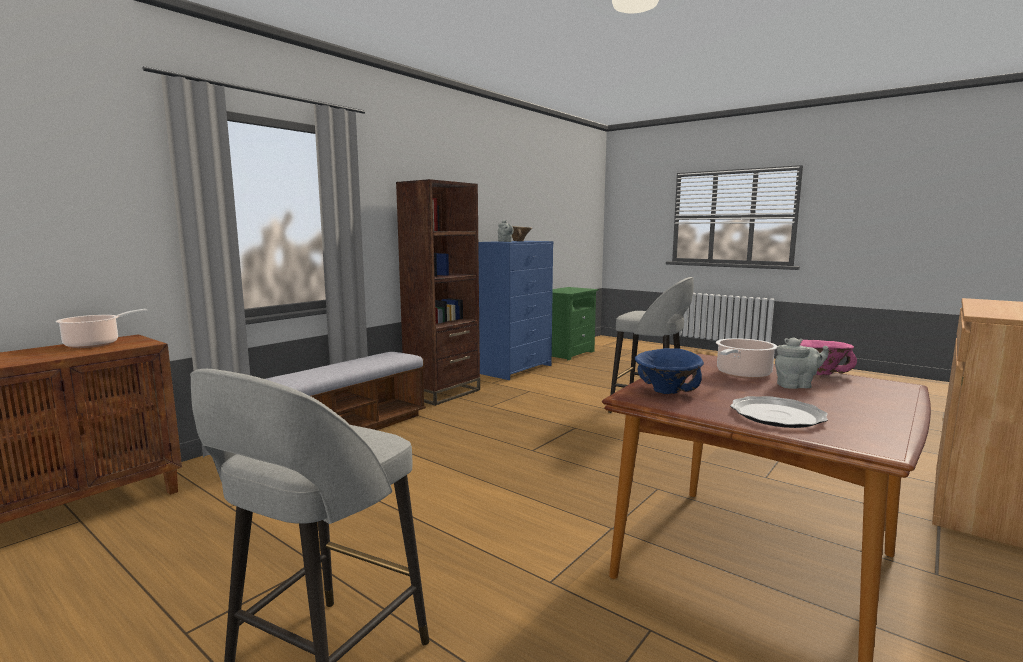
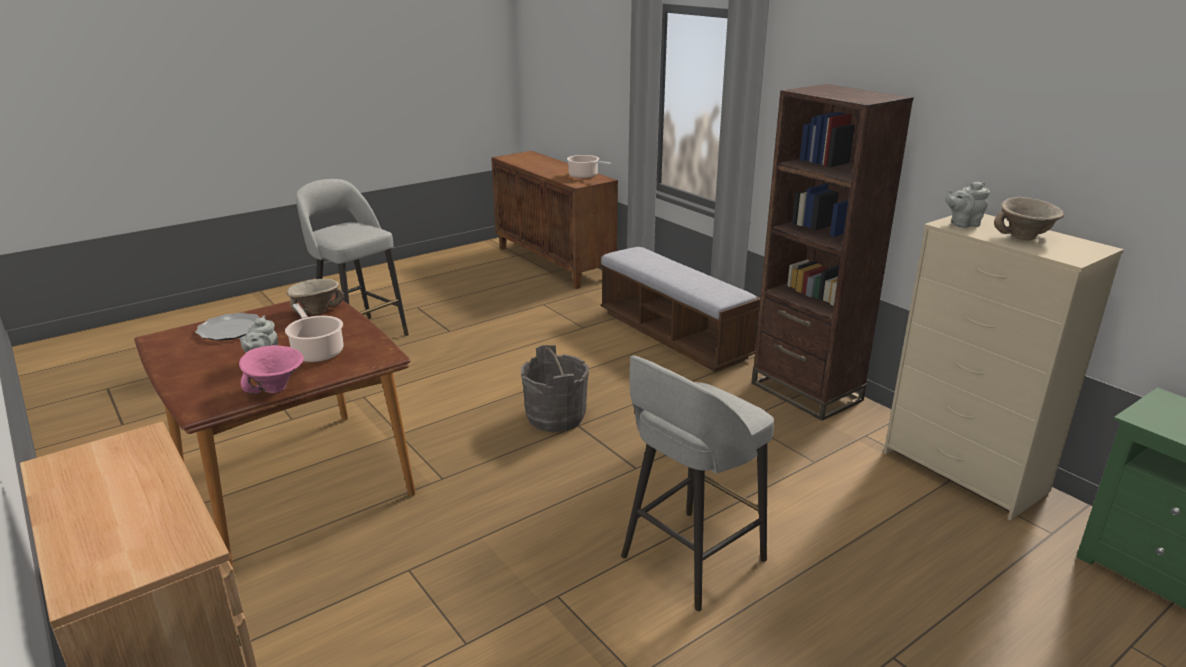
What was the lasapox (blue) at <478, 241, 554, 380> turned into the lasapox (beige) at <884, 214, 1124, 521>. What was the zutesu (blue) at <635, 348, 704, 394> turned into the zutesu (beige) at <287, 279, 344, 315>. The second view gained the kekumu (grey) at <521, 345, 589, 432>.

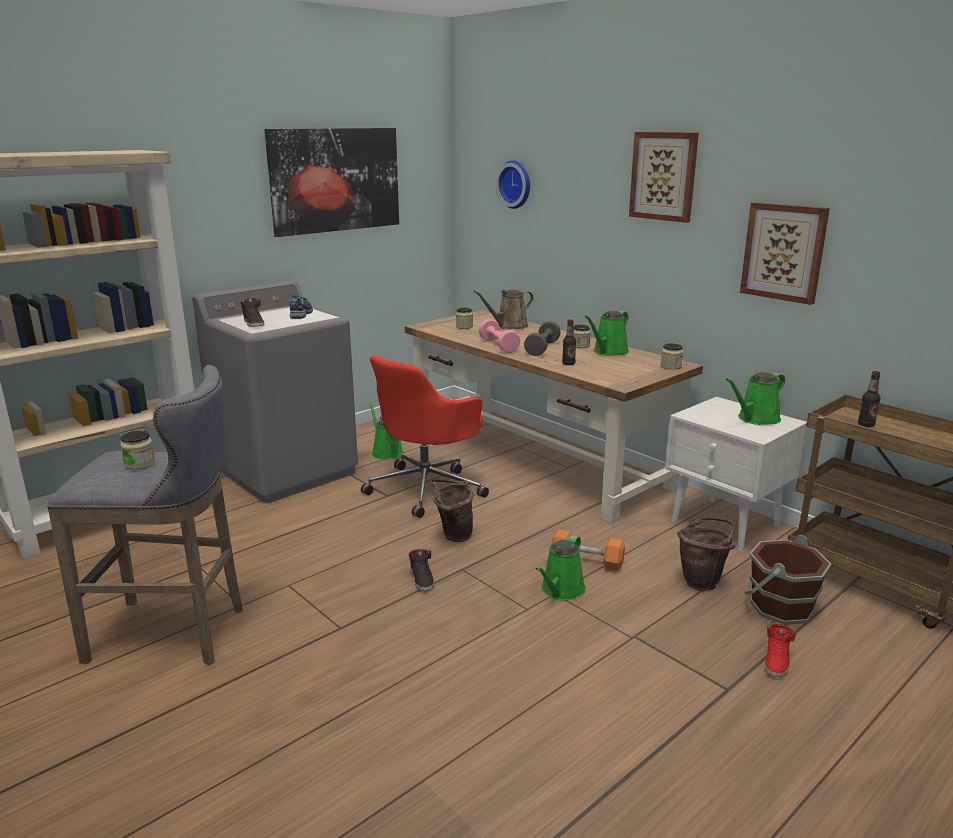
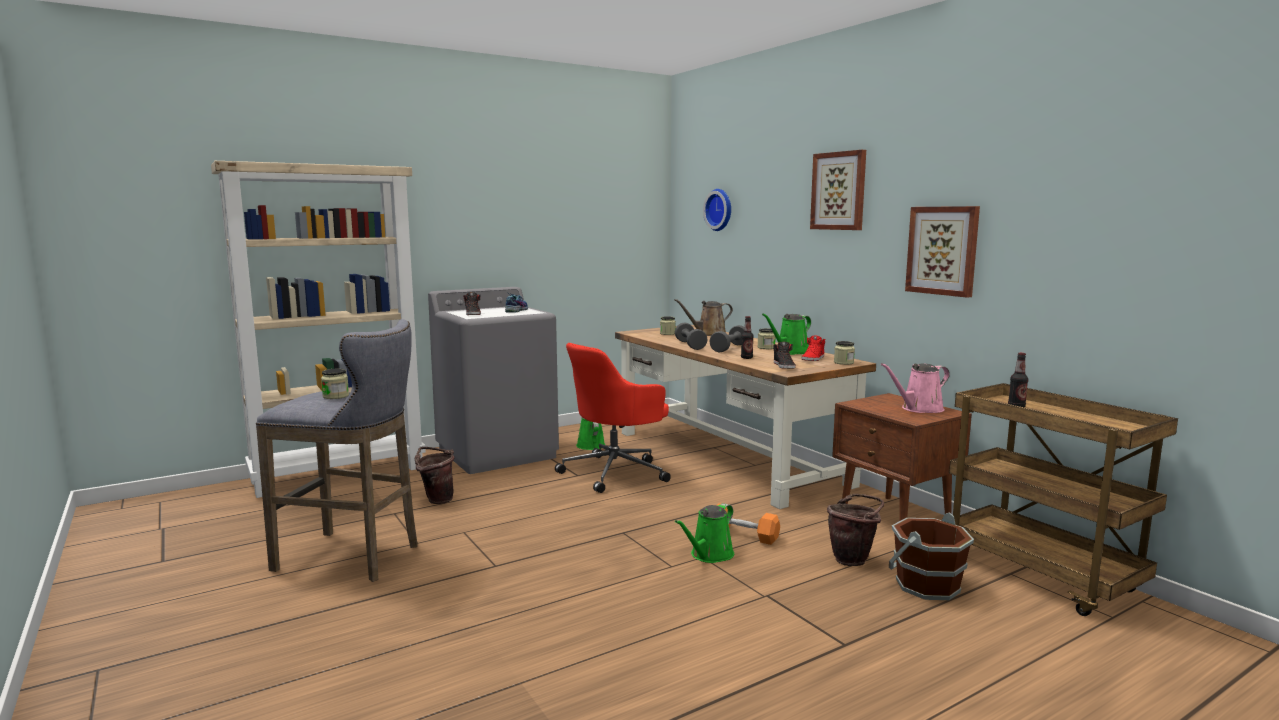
The second view lost the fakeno at <264, 128, 399, 237>. The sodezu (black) ended up elsewhere, having gone from <409, 549, 434, 591> to <773, 342, 796, 369>. The kekumu (brown) ended up elsewhere, having gone from <430, 479, 473, 542> to <415, 447, 455, 504>. What was the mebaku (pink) at <479, 319, 520, 353> turned into the mebaku (grey) at <675, 322, 708, 350>. What was the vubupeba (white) at <665, 397, 807, 551> turned into the vubupeba (brown) at <832, 393, 972, 521>. What was the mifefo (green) at <726, 372, 785, 425> turned into the mifefo (pink) at <881, 363, 950, 413>. The sodezu (red) ended up elsewhere, having gone from <764, 624, 796, 677> to <801, 335, 825, 361>.

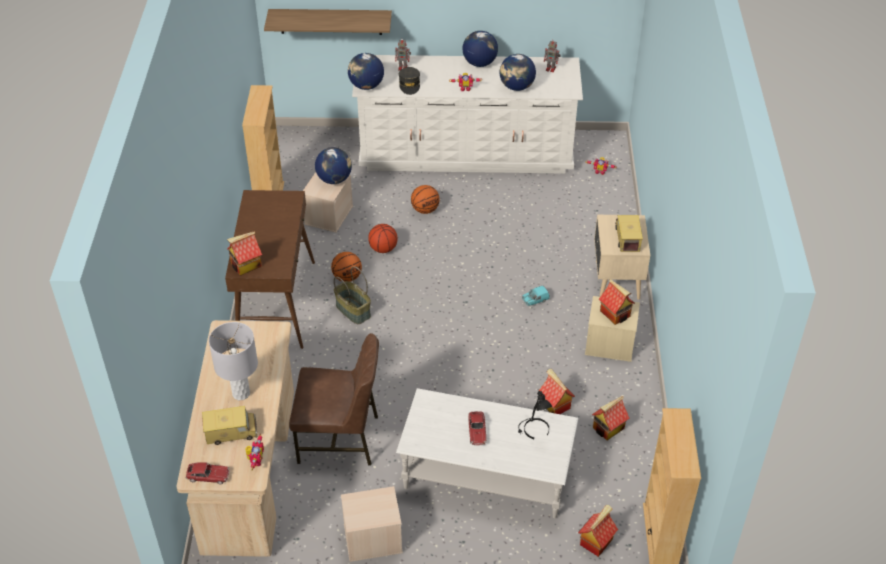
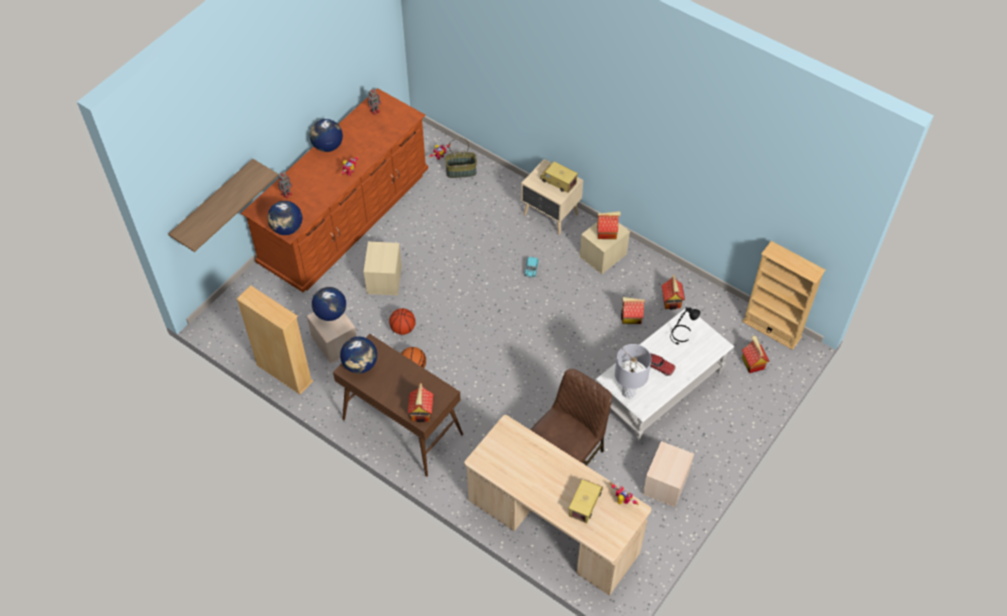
The second view lost the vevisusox at <186, 462, 230, 485>. The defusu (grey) ended up elsewhere, having gone from <209, 322, 258, 400> to <615, 344, 651, 398>. The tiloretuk ended up elsewhere, having gone from <334, 266, 371, 324> to <445, 138, 477, 178>. What was the lasapox (white) at <352, 55, 583, 174> turned into the lasapox (brown) at <241, 88, 428, 292>. The second view lost the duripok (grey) at <399, 67, 420, 95>. Where the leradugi stood at <411, 185, 440, 214>, the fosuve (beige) came to stand at <364, 242, 402, 295>. The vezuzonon ended up elsewhere, having gone from <500, 54, 536, 91> to <340, 337, 377, 374>.

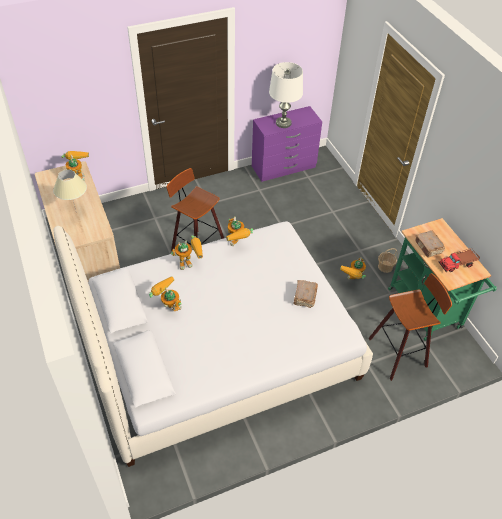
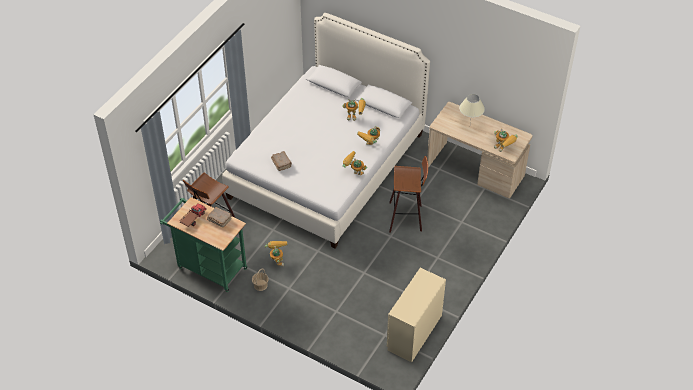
What was the lasapox (purple) at <252, 106, 322, 182> turned into the lasapox (beige) at <387, 268, 446, 362>. The second view lost the defusu (white) at <269, 62, 303, 128>.

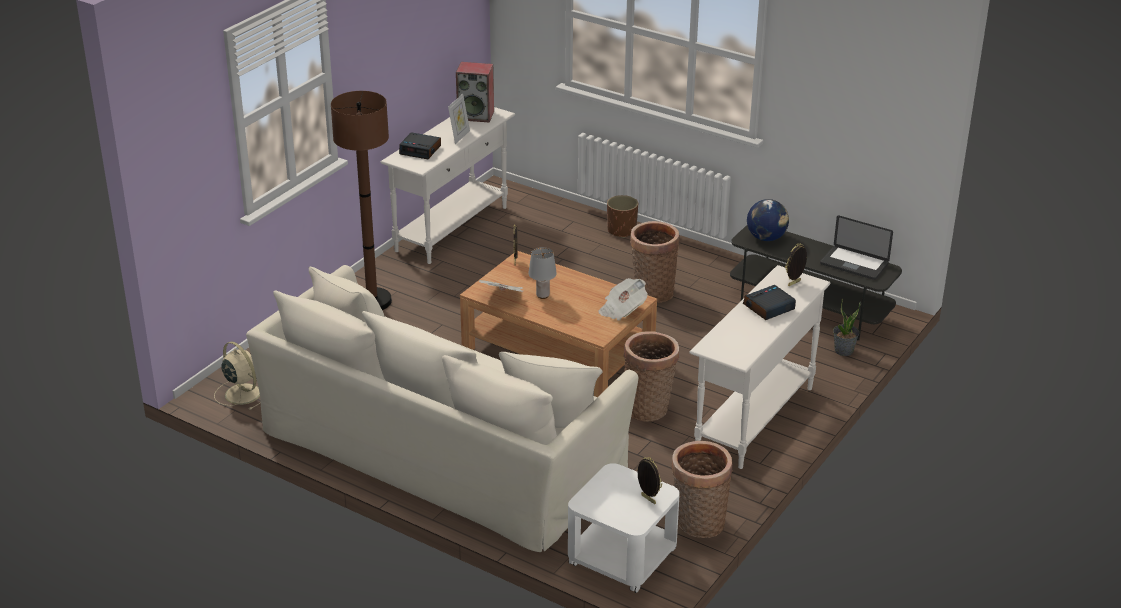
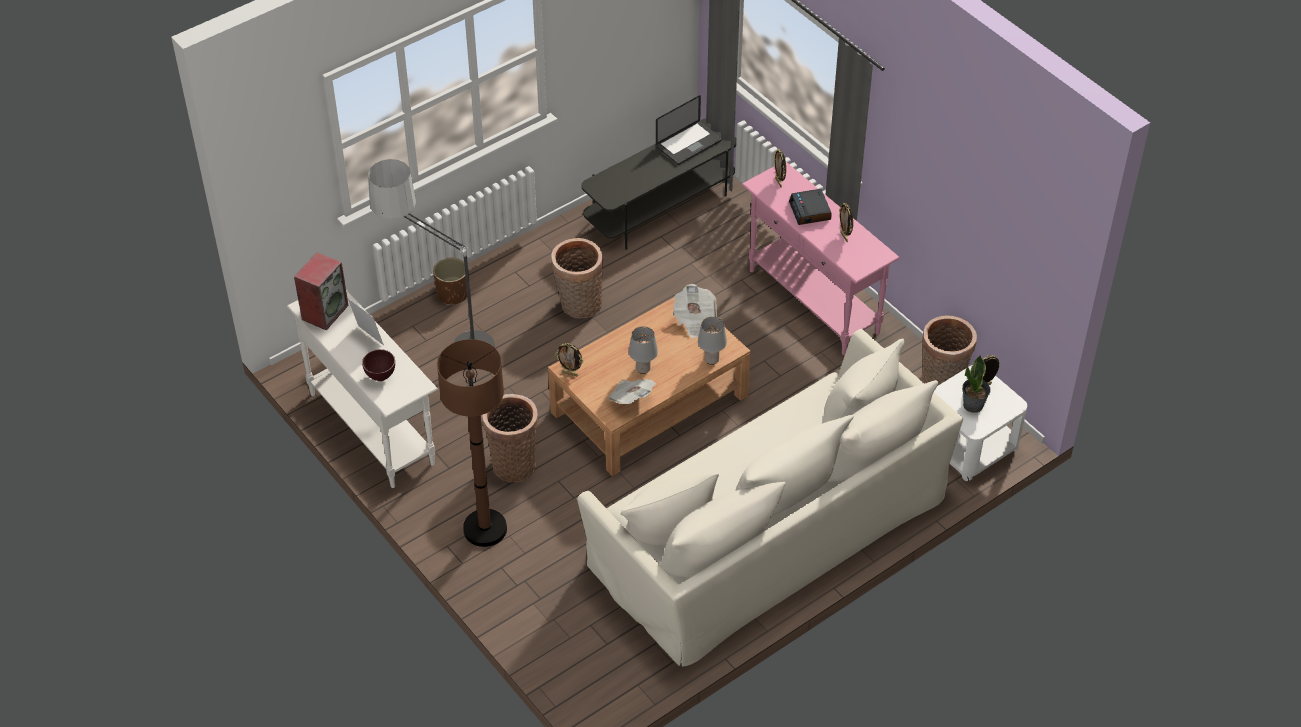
The second view lost the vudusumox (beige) at <214, 341, 261, 410>. Where the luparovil stood at <399, 132, 441, 159>, the zutesu (brown) came to stand at <362, 349, 395, 381>. The tiloretuk ended up elsewhere, having gone from <623, 331, 679, 422> to <483, 394, 538, 483>. What was the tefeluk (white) at <689, 265, 831, 469> turned into the tefeluk (pink) at <742, 162, 900, 355>. The second view lost the vezuzonon at <747, 199, 789, 241>. The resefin ended up elsewhere, having gone from <833, 299, 860, 356> to <962, 355, 991, 413>. The second view gained the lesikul at <368, 159, 495, 347>. The second view gained the defusu (grey) at <698, 317, 727, 365>. The second view gained the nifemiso at <839, 203, 853, 242>.

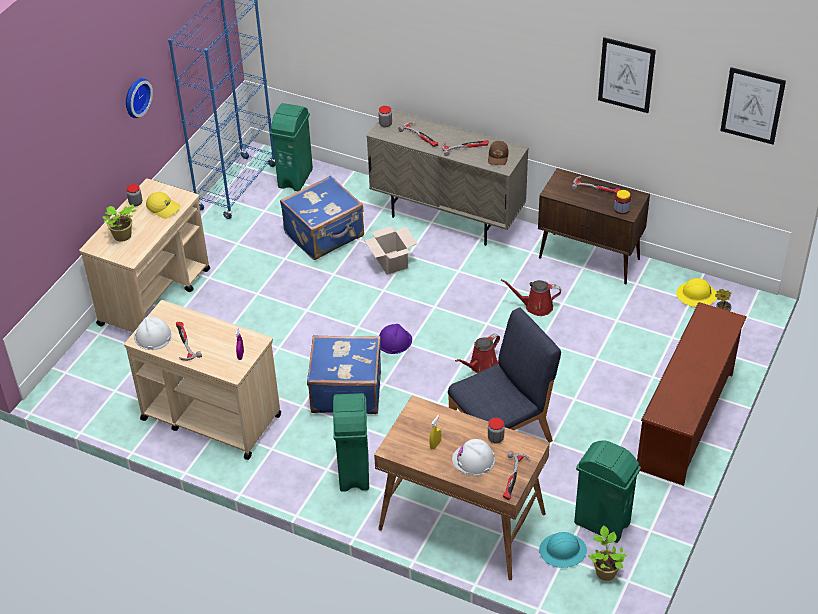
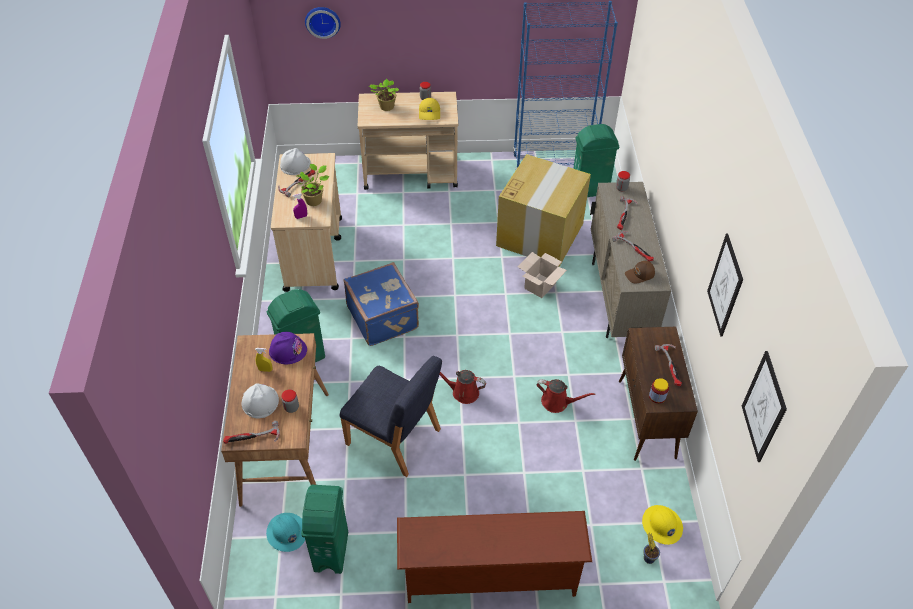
The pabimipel ended up elsewhere, having gone from <126, 78, 153, 118> to <305, 7, 341, 39>. Where the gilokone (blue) stood at <280, 175, 364, 260>, the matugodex came to stand at <496, 154, 591, 267>. The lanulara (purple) ended up elsewhere, having gone from <379, 324, 412, 354> to <269, 332, 307, 364>. The mifefo (red) at <501, 279, 561, 316> ended up facing another way, 135 degrees clockwise from before. The resefin ended up elsewhere, having gone from <588, 525, 627, 581> to <297, 164, 330, 206>.

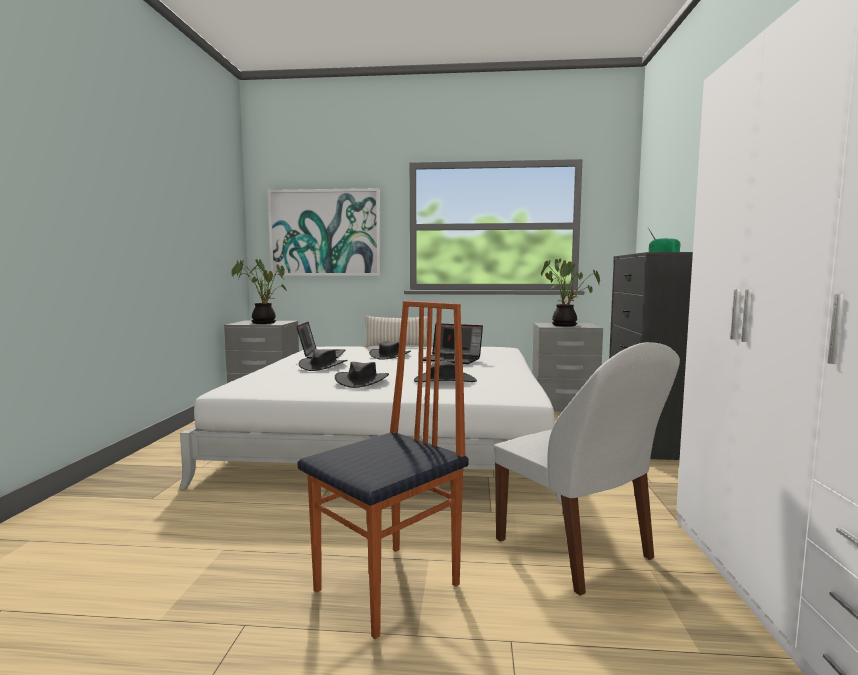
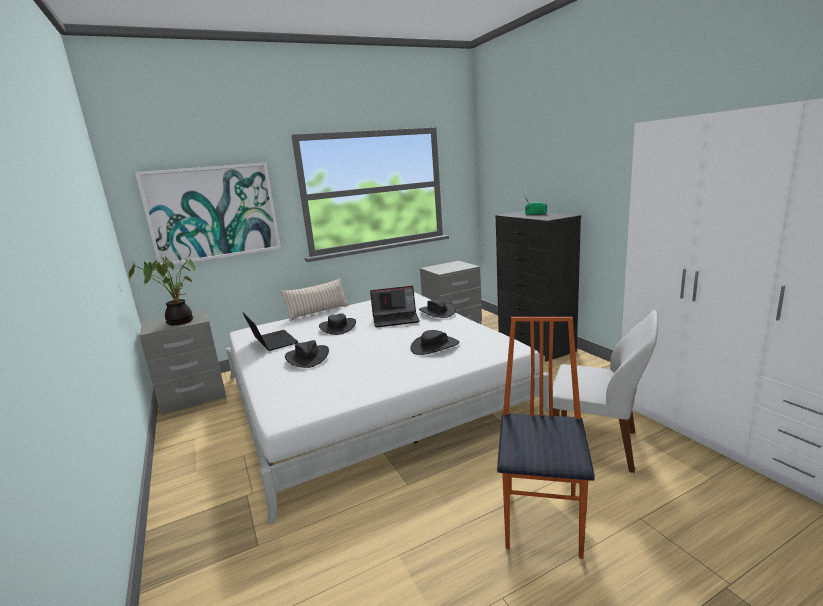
The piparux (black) ended up elsewhere, having gone from <335, 362, 389, 388> to <419, 298, 456, 318>. The second view lost the resefin at <541, 259, 600, 327>.

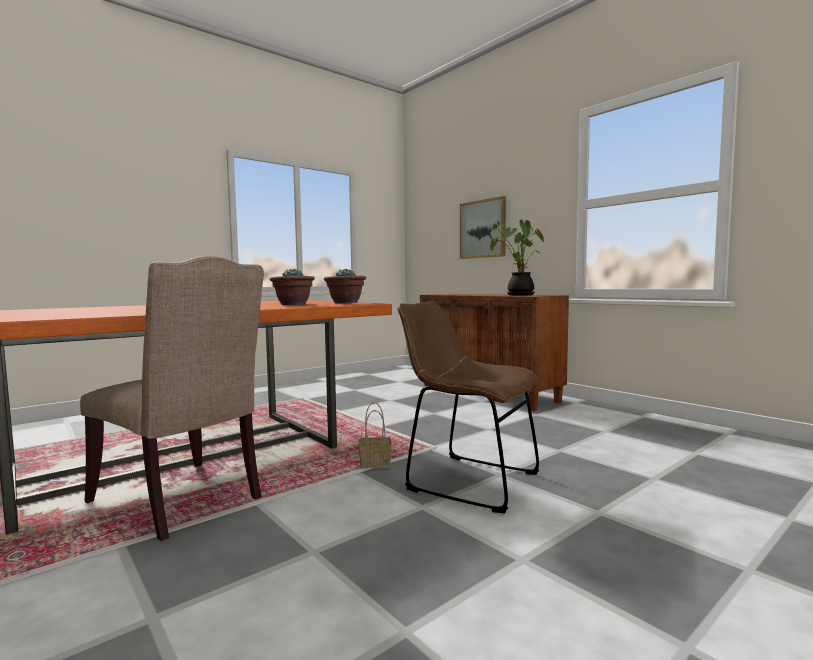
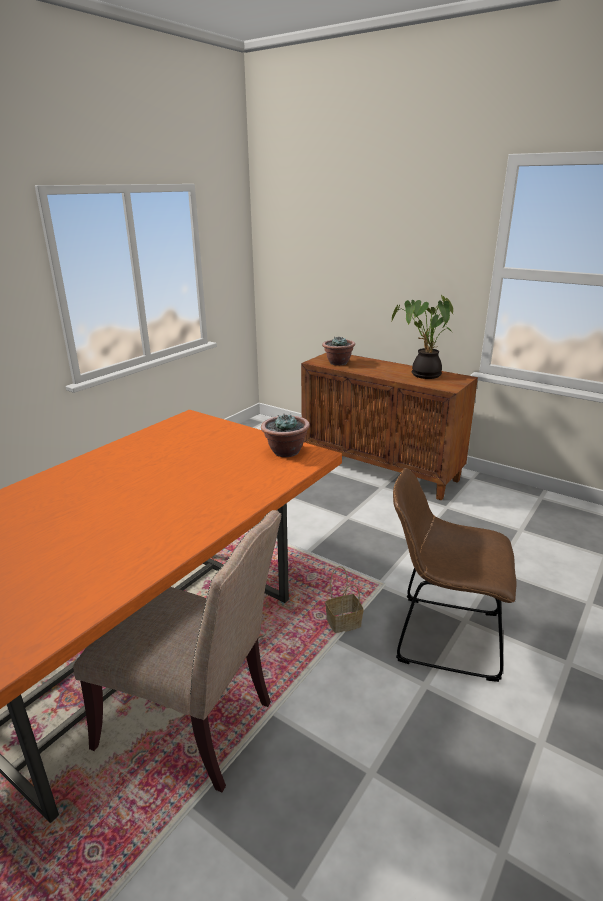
The resefin ended up elsewhere, having gone from <269, 269, 315, 305> to <322, 336, 355, 366>. The second view lost the fakeno at <460, 196, 506, 259>.

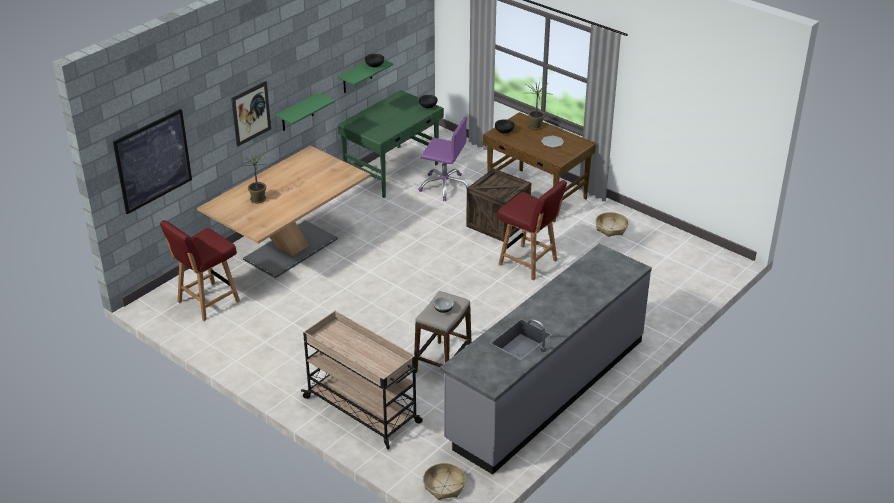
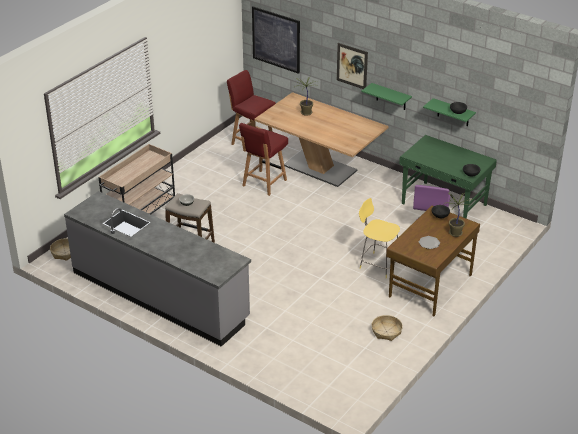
Where the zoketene stood at <466, 168, 531, 242>, the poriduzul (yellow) came to stand at <359, 198, 400, 278>. The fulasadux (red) ended up elsewhere, having gone from <497, 180, 567, 280> to <239, 123, 288, 196>.

